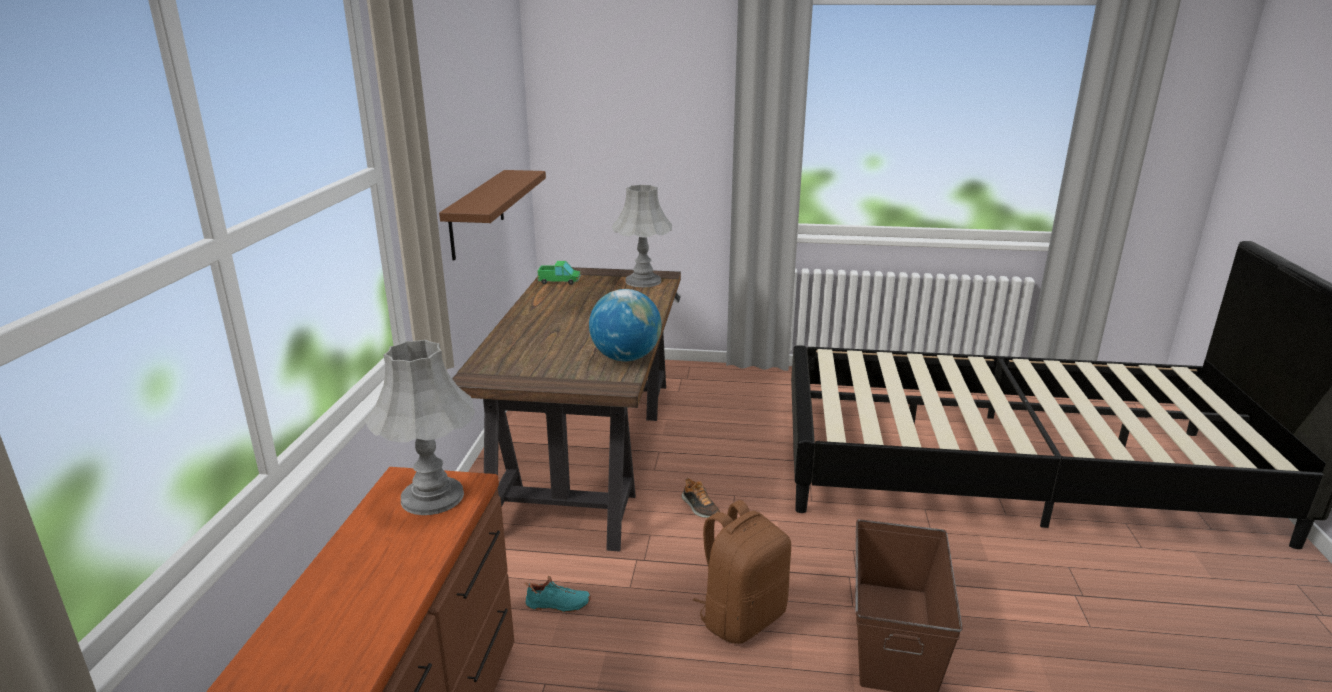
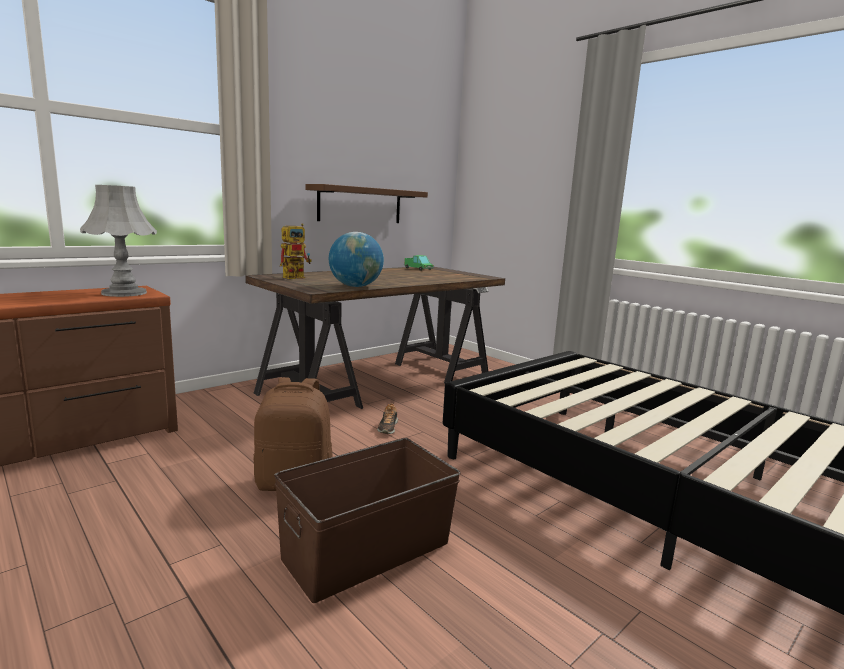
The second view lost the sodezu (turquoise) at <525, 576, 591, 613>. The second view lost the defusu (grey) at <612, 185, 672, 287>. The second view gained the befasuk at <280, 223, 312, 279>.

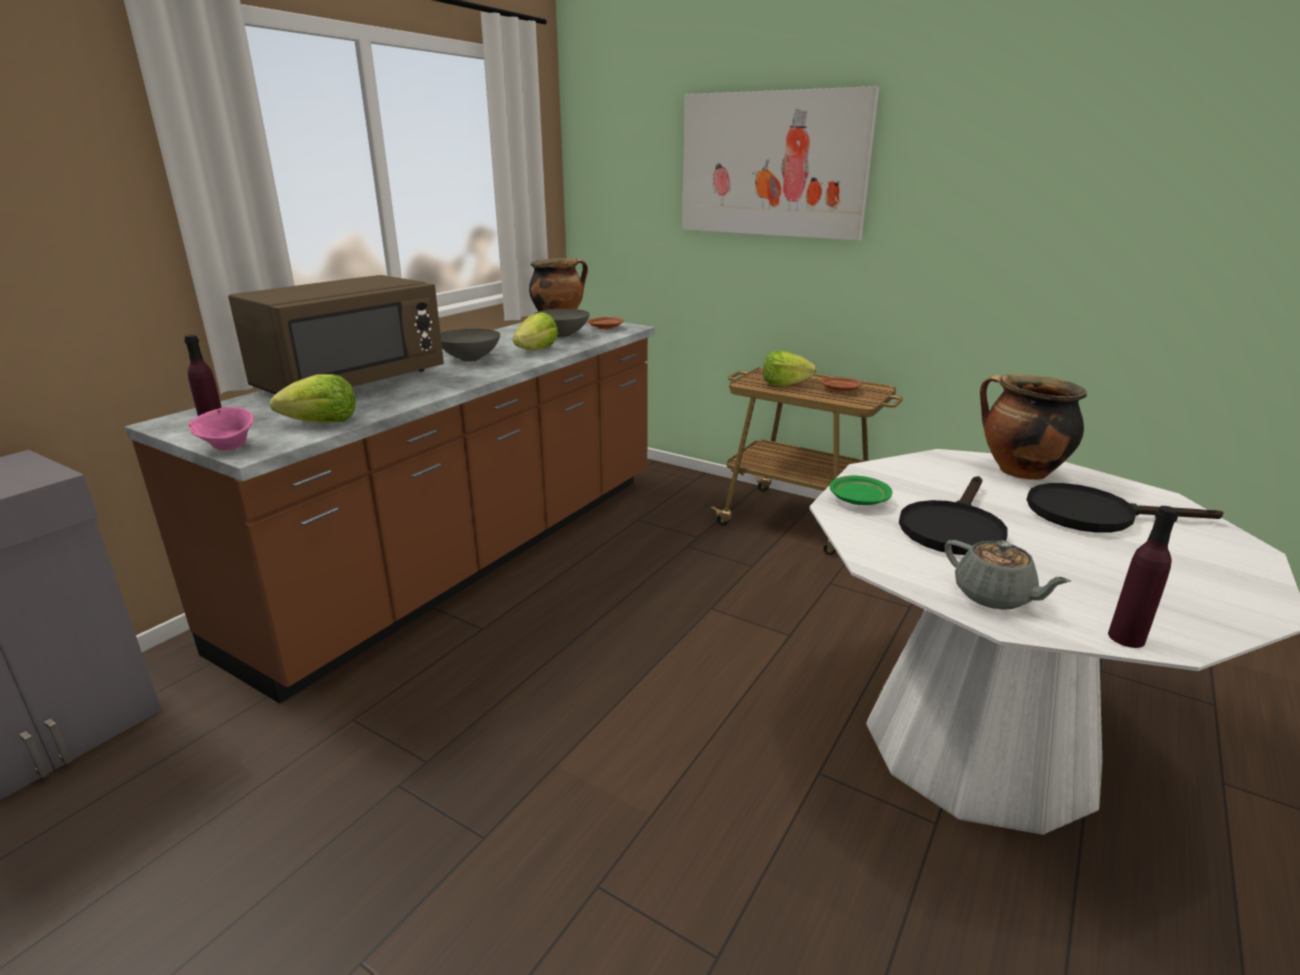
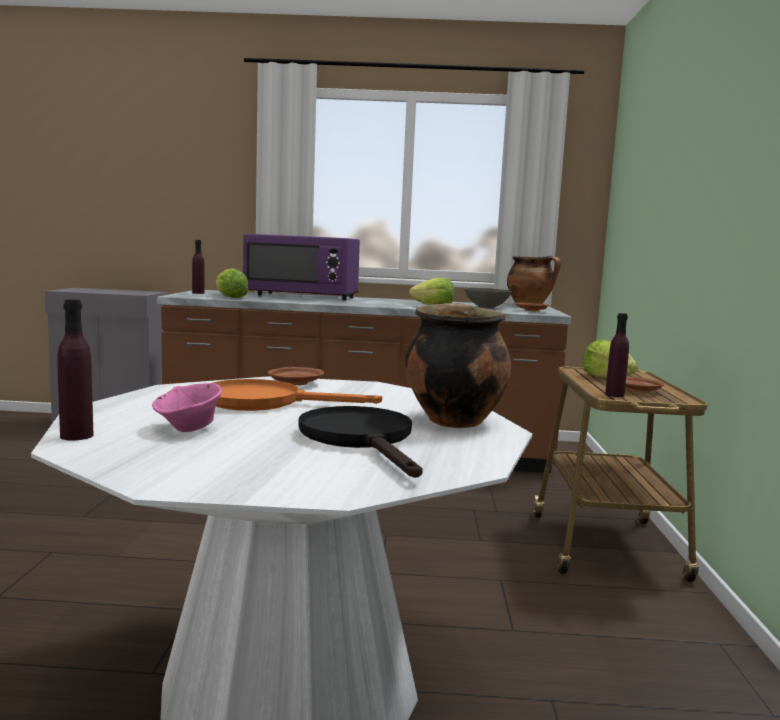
The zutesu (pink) ended up elsewhere, having gone from <189, 407, 254, 451> to <152, 383, 222, 432>. What was the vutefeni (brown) at <228, 275, 444, 394> turned into the vutefeni (purple) at <243, 234, 360, 300>. The second view lost the zutesu (grey) at <440, 329, 500, 362>. The second view lost the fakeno at <682, 86, 879, 240>. What was the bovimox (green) at <829, 475, 892, 505> turned into the bovimox (brown) at <268, 367, 324, 385>. What was the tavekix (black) at <899, 476, 1008, 555> turned into the tavekix (orange) at <213, 379, 382, 411>. The second view lost the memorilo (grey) at <945, 540, 1071, 610>. The second view gained the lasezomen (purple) at <605, 313, 629, 397>.

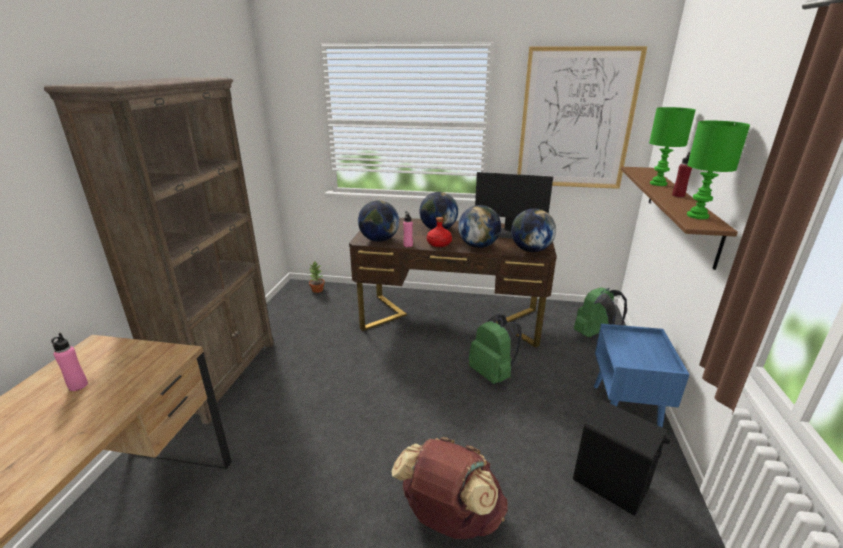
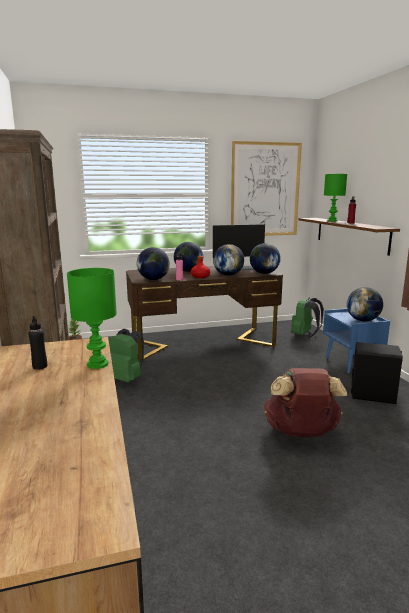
What was the lasezomen (pink) at <51, 333, 88, 391> turned into the lasezomen (black) at <28, 316, 47, 370>. The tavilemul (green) ended up elsewhere, having gone from <469, 314, 522, 384> to <109, 329, 144, 383>. The defusu (green) ended up elsewhere, having gone from <687, 120, 750, 219> to <67, 268, 117, 369>. The second view gained the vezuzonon at <347, 287, 383, 321>.

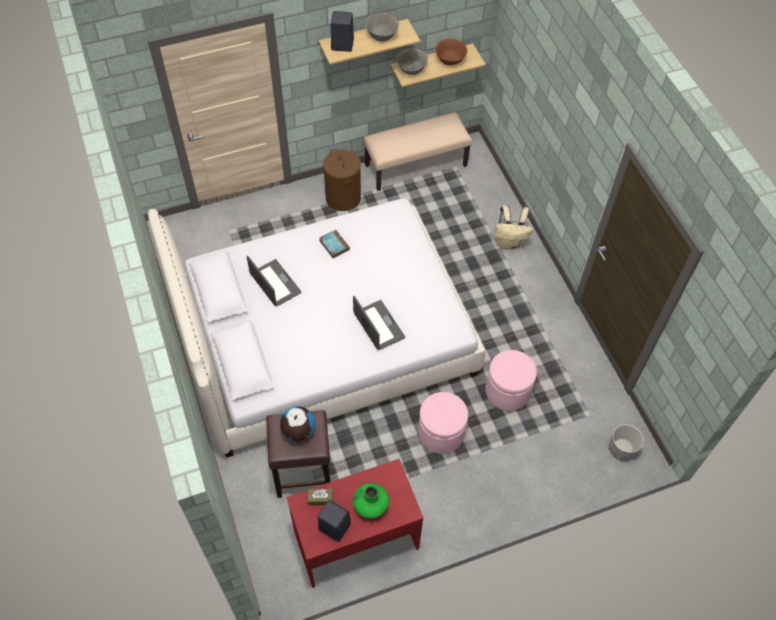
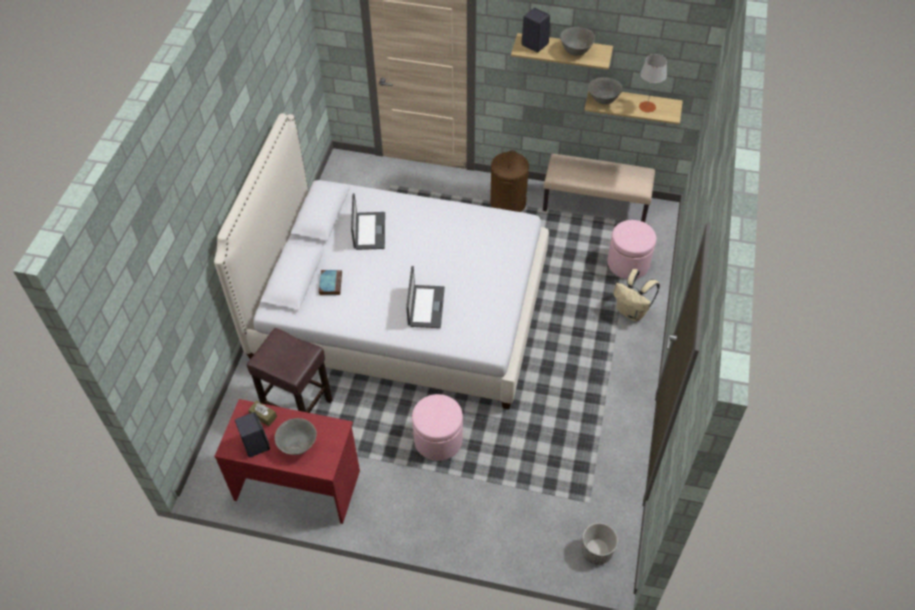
The second view lost the vezuzonon at <280, 406, 315, 442>. The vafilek ended up elsewhere, having gone from <319, 229, 350, 259> to <319, 270, 342, 295>. Where the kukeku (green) stood at <353, 483, 389, 519>, the zutesu (grey) came to stand at <275, 418, 317, 455>. Where the zutesu (brown) stood at <435, 39, 467, 66>, the defusu (grey) came to stand at <639, 54, 667, 113>. The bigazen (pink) ended up elsewhere, having gone from <486, 350, 537, 411> to <607, 220, 656, 279>.

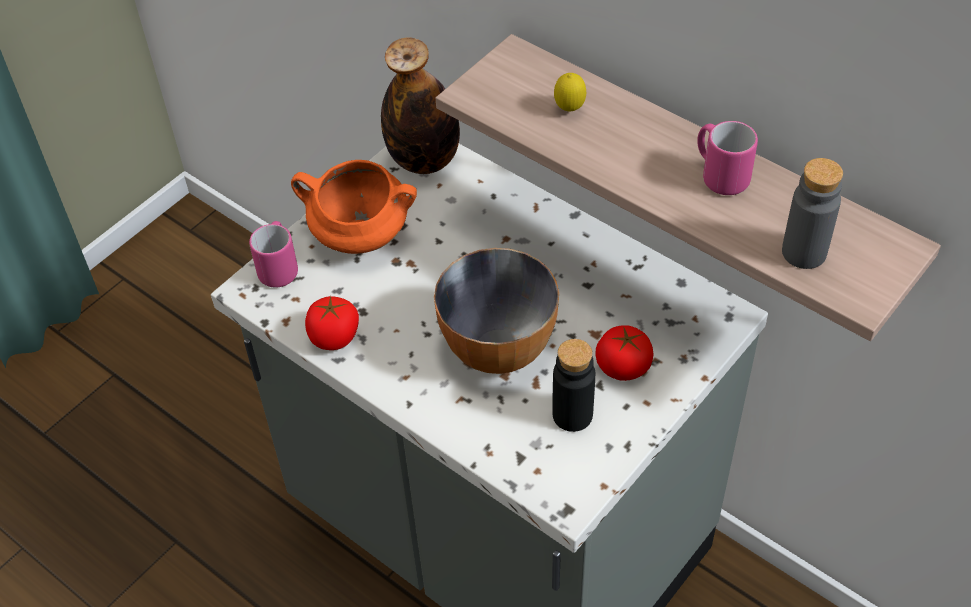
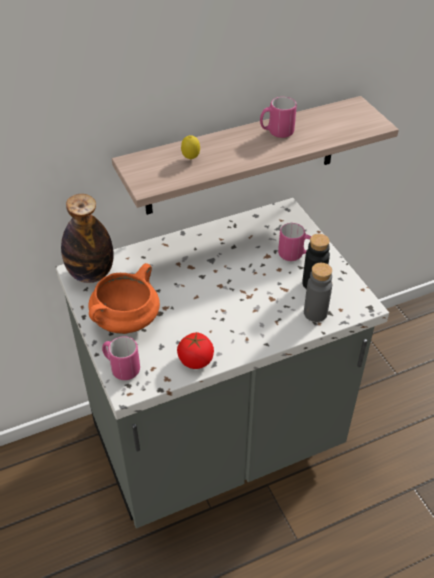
The second view lost the zutesu at <434, 248, 559, 374>. Where the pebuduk stood at <596, 325, 653, 381>, the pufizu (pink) came to stand at <278, 223, 311, 261>. The lasezomen (grey) ended up elsewhere, having gone from <782, 158, 843, 269> to <304, 263, 332, 322>.

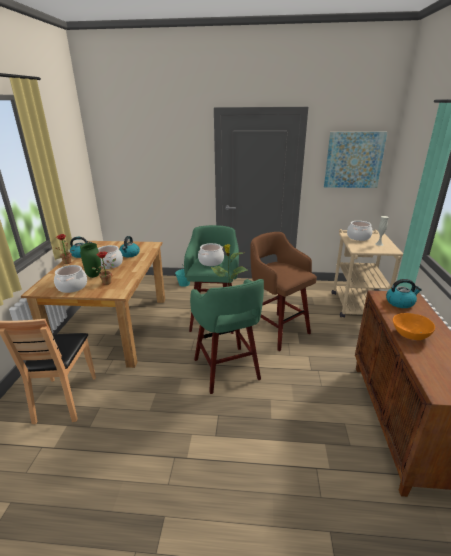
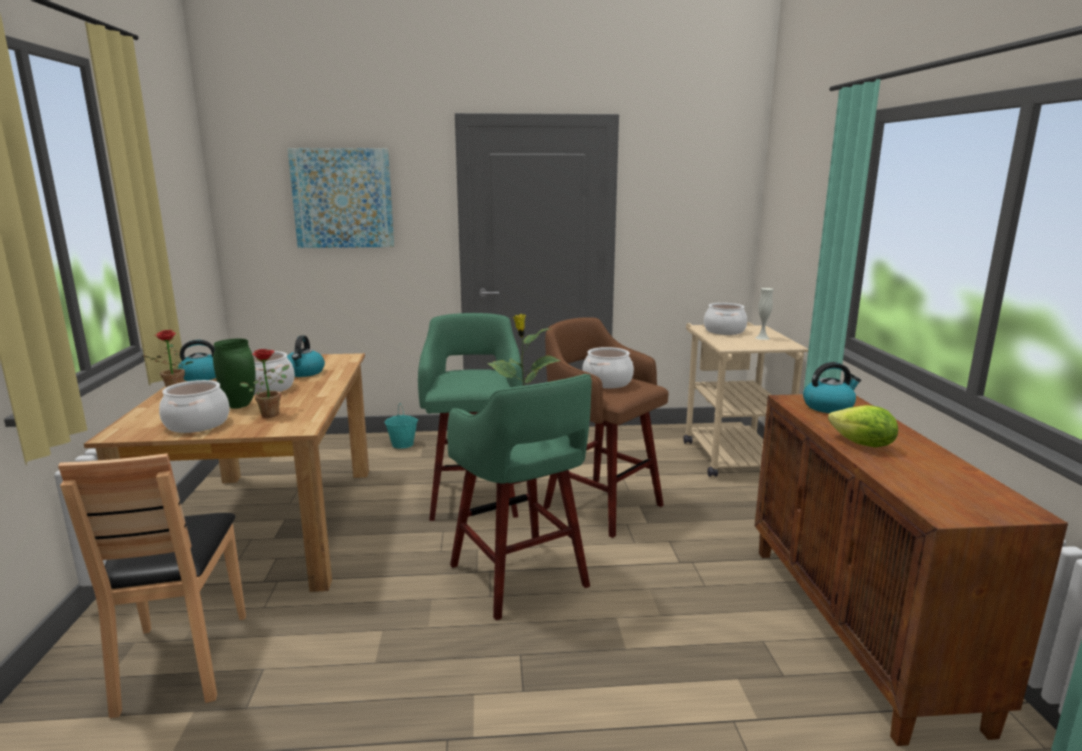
The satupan ended up elsewhere, having gone from <198, 243, 224, 266> to <582, 347, 634, 388>. The fakeno ended up elsewhere, having gone from <324, 132, 387, 188> to <288, 148, 394, 248>. Where the zutesu (orange) stood at <393, 313, 435, 340>, the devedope came to stand at <828, 405, 898, 448>.

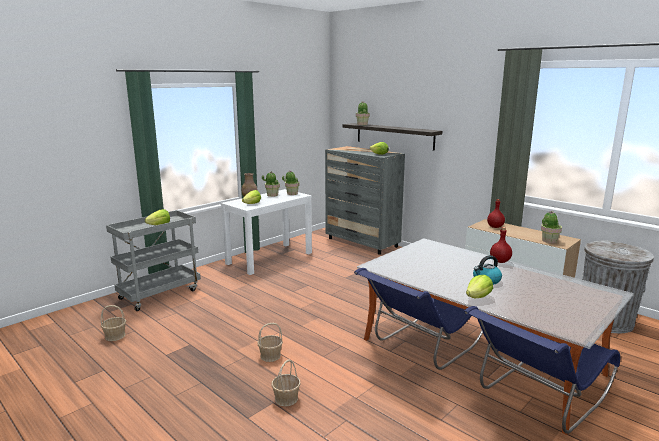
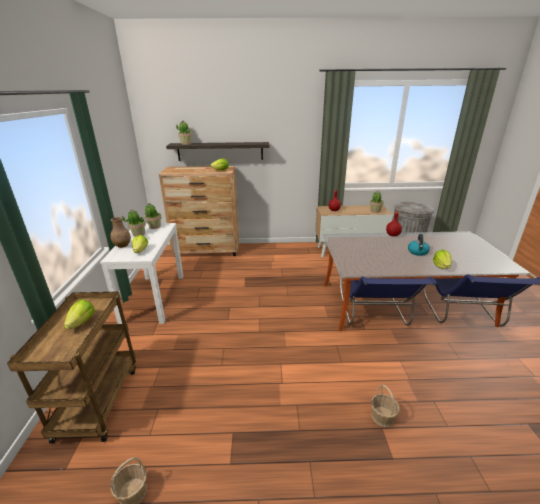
What was the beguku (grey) at <106, 210, 201, 311> turned into the beguku (brown) at <7, 292, 136, 444>. The second view lost the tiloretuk at <257, 323, 283, 362>. What was the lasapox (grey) at <325, 146, 405, 255> turned into the lasapox (brown) at <159, 166, 239, 256>.

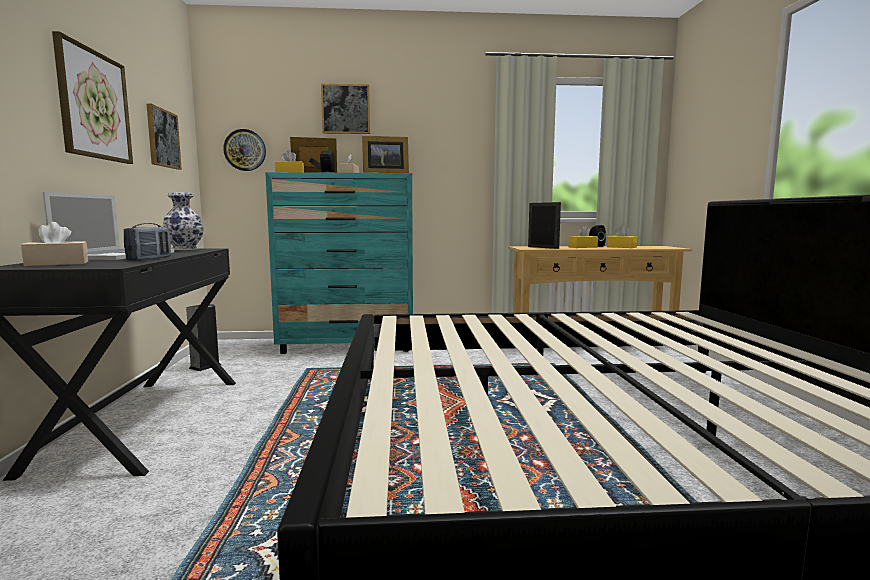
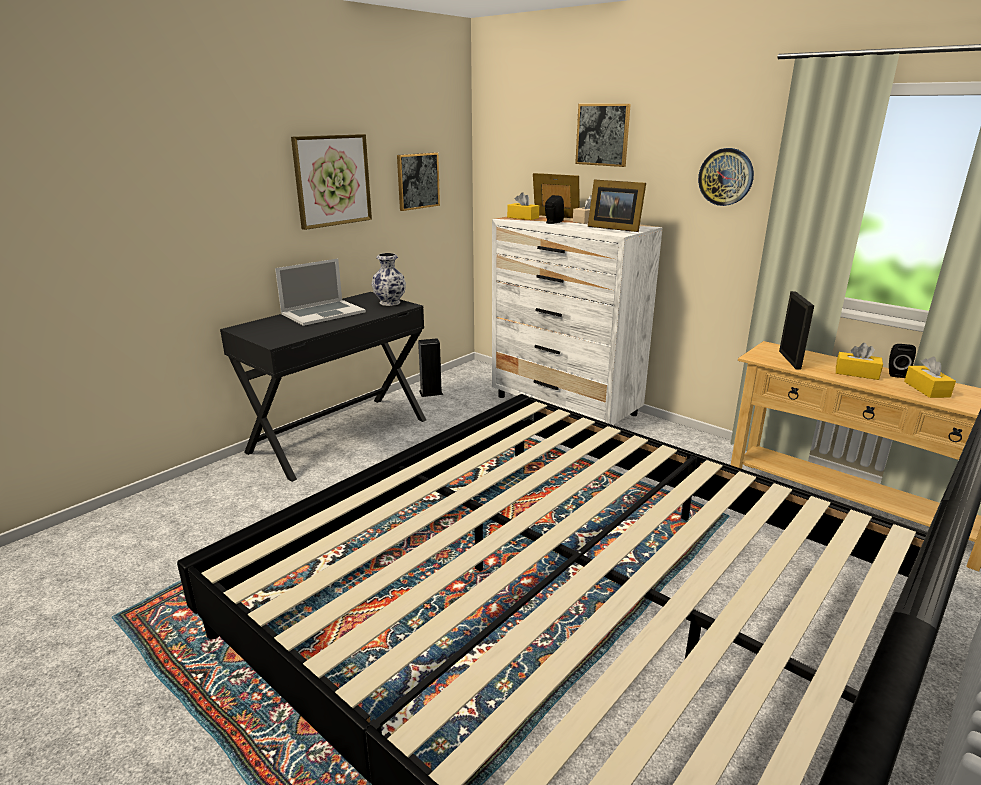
The second view lost the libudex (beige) at <21, 222, 88, 266>. The second view lost the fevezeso at <124, 223, 171, 261>. The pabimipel ended up elsewhere, having gone from <223, 129, 266, 171> to <698, 148, 754, 206>. What was the lasapox (turquoise) at <265, 172, 413, 354> turned into the lasapox (white) at <492, 215, 662, 425>.

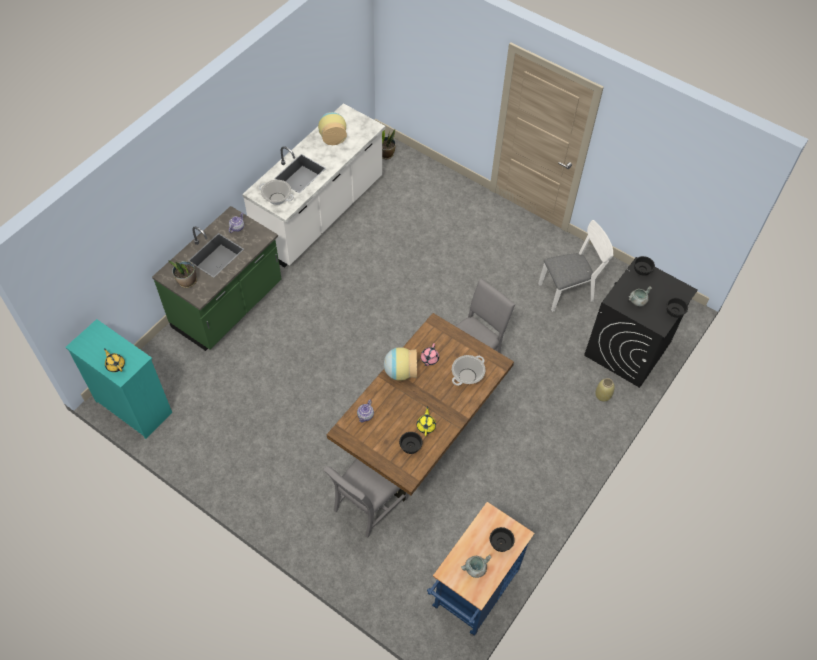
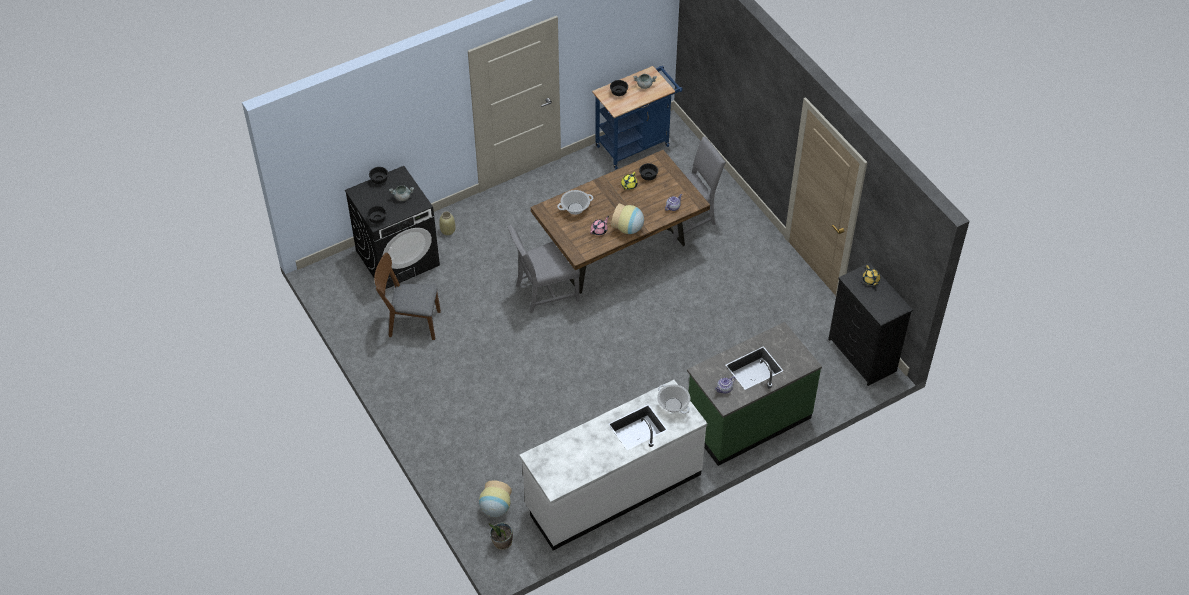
What was the lasapox (turquoise) at <65, 319, 172, 439> turned into the lasapox (black) at <828, 263, 913, 386>. The second view lost the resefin at <168, 260, 197, 288>. The kukeku ended up elsewhere, having gone from <318, 112, 347, 145> to <479, 480, 512, 517>. What was the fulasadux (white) at <538, 220, 613, 312> turned into the fulasadux (brown) at <374, 252, 441, 340>.

